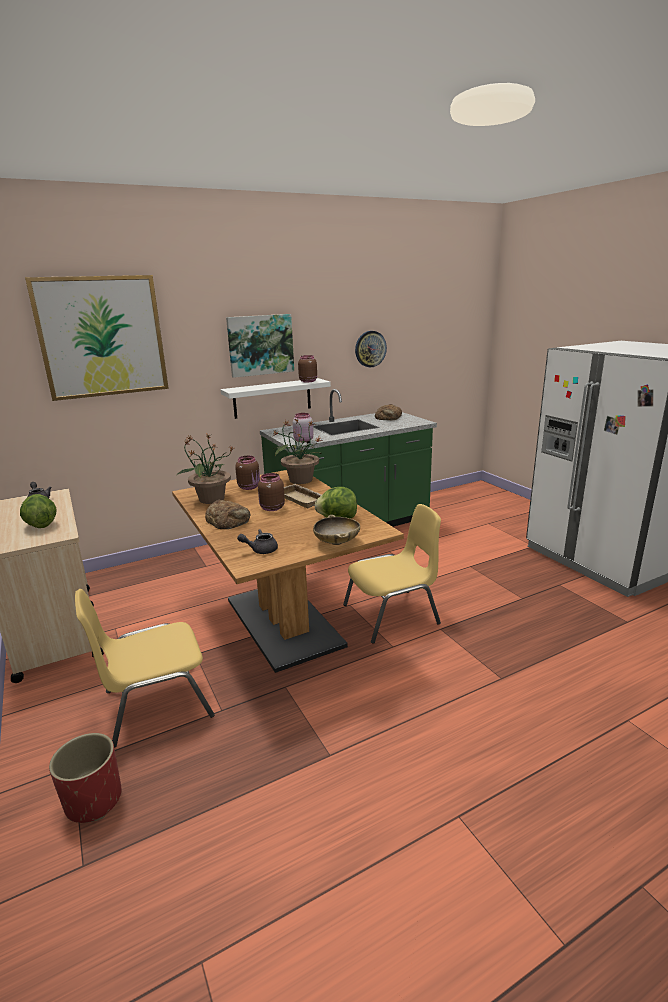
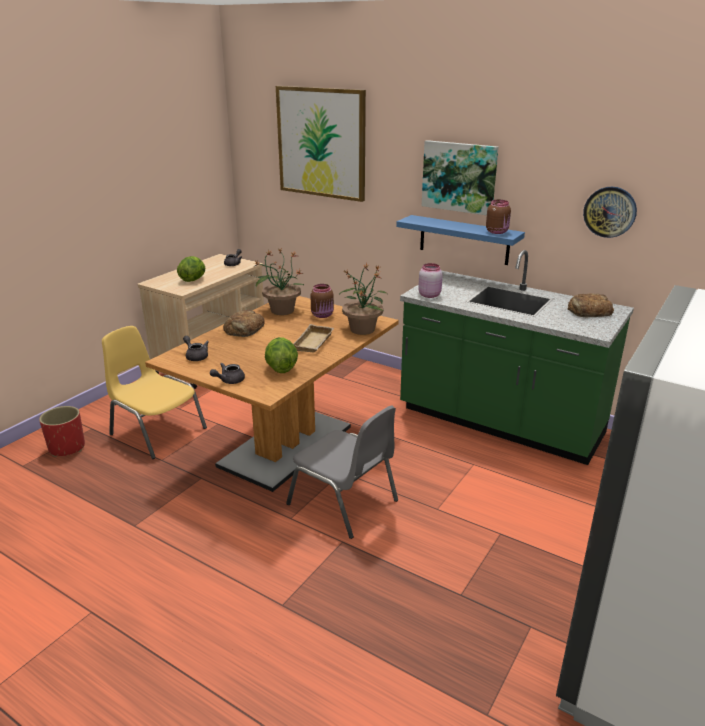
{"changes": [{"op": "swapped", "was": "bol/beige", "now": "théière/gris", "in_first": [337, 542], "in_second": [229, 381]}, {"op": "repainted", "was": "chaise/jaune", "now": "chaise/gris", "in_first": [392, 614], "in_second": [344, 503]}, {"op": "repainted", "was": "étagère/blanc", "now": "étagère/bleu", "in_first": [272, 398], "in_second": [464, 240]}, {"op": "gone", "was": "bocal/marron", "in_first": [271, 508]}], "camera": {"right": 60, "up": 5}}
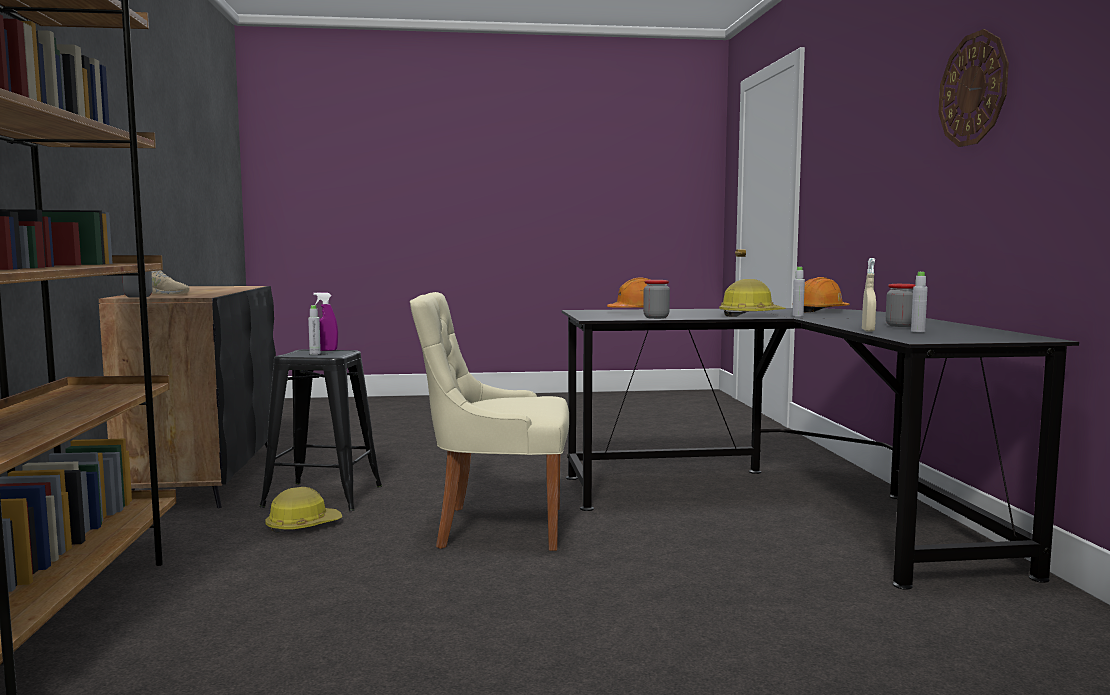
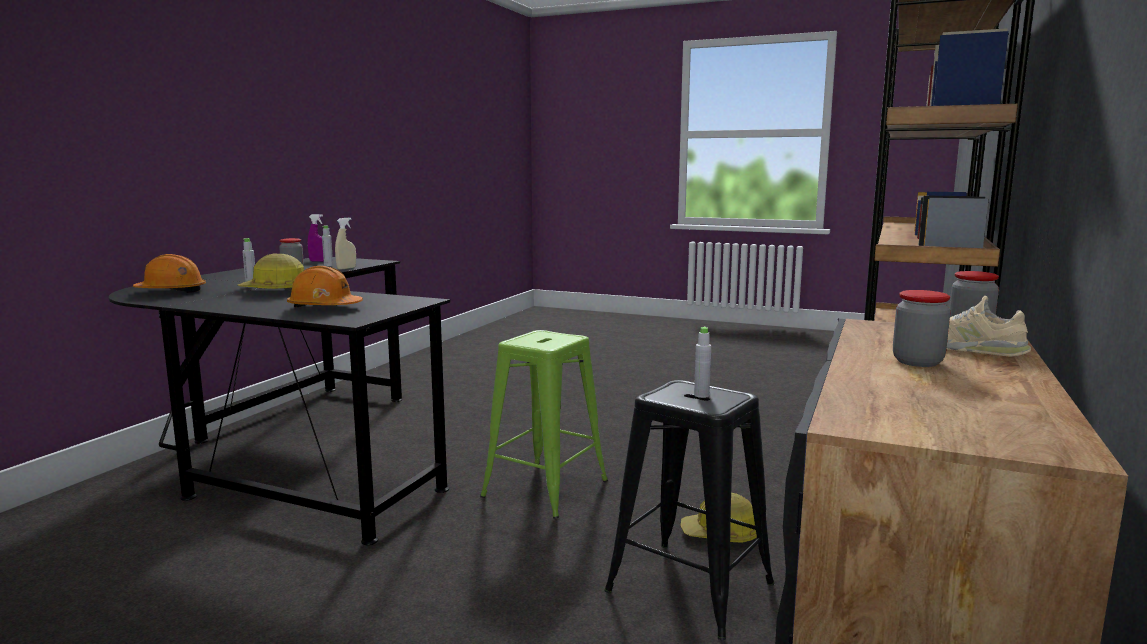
{"changes": [{"op": "shifted", "was": "vaporisateur/violet", "in_first": [325, 350], "in_second": [318, 261]}, {"op": "swapped", "was": "chaise/beige", "now": "tabouret/vert", "in_first": [495, 527], "in_second": [546, 488]}, {"op": "shifted", "was": "bocal", "in_first": [656, 317], "in_second": [917, 362]}, {"op": "gone", "was": "horloge murale", "in_first": [973, 89]}], "camera": {"right": -150, "up": 5}}
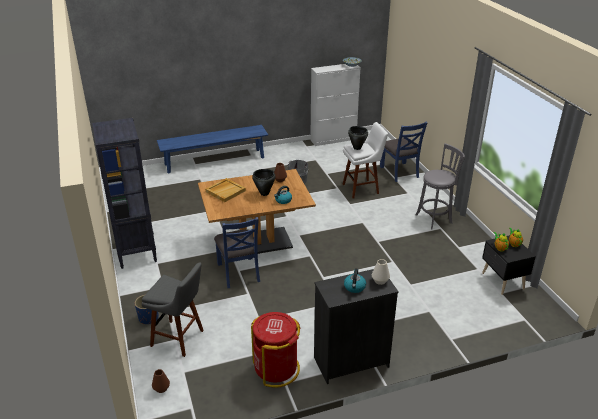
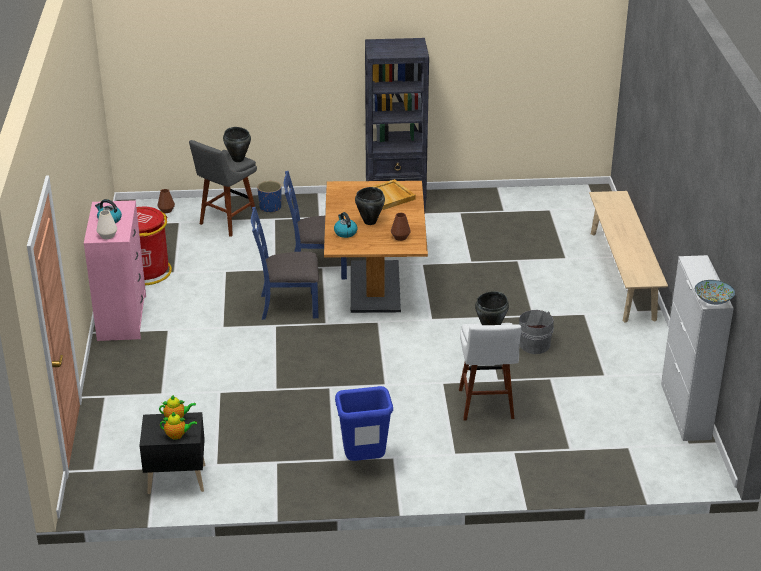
{"changes": [{"op": "repainted", "was": "commode/noir", "now": "commode/rose", "in_first": [351, 362], "in_second": [122, 318]}, {"op": "new", "now": "marmite/noir", "in_second": [238, 159]}, {"op": "shifted", "was": "chaise/bleu", "in_first": [400, 172], "in_second": [288, 305]}, {"op": "swapped", "was": "tabouret/gris", "now": "poubelle/bleu", "in_first": [435, 218], "in_second": [363, 462]}, {"op": "repainted", "was": "banc/bleu", "now": "banc/beige", "in_first": [215, 161], "in_second": [622, 275]}], "camera": {"right": 105, "up": 0}}
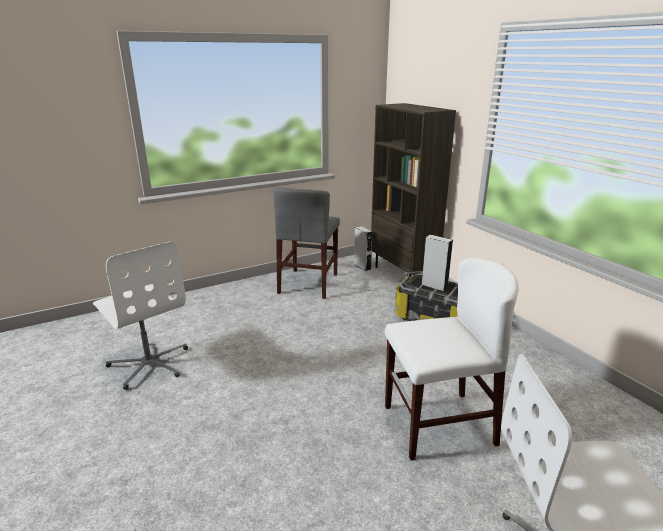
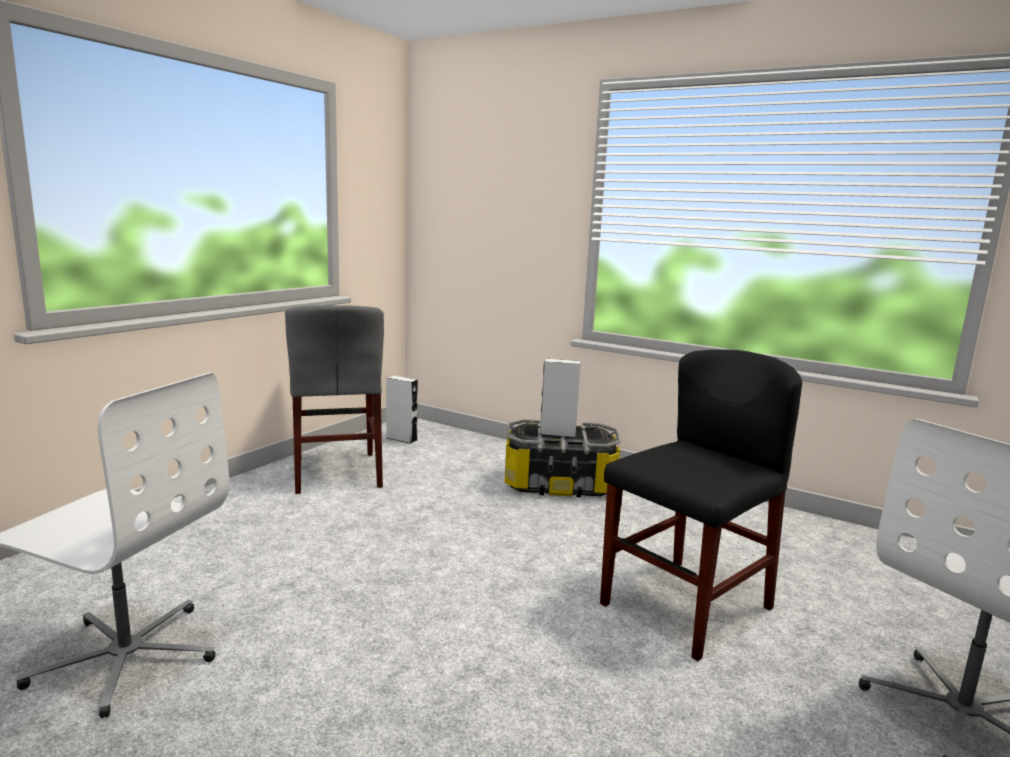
{"changes": [{"op": "repainted", "was": "chaise/blanc", "now": "chaise/noir", "in_first": [438, 424], "in_second": [686, 606]}, {"op": "gone", "was": "bibliothèque/marron", "in_first": [403, 275]}], "camera": {"right": -30, "up": -10}}
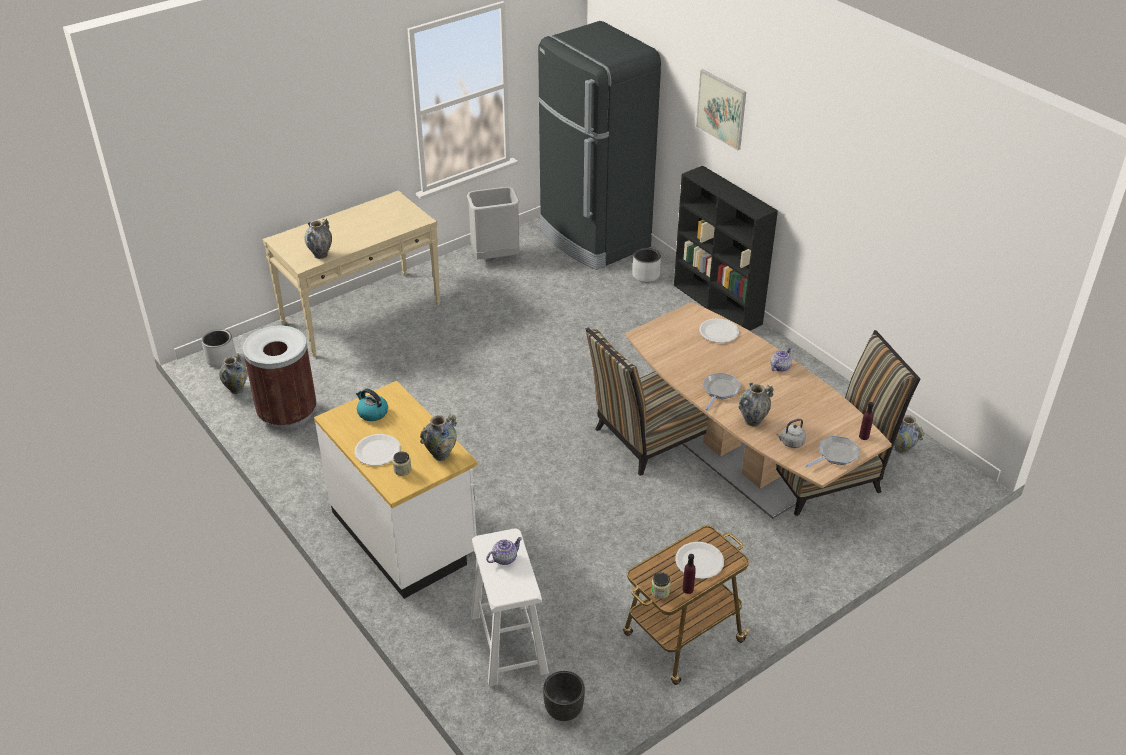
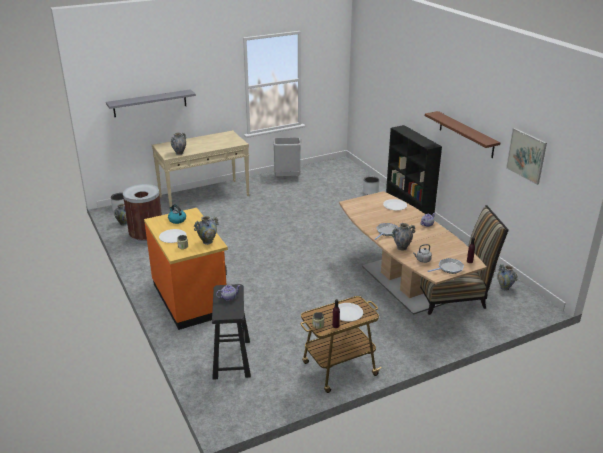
{"changes": [{"op": "new", "now": "étagère/gris", "in_second": [150, 103]}, {"op": "repainted", "was": "comptoir de cuisine/blanc", "now": "comptoir de cuisine/orange", "in_first": [405, 534], "in_second": [191, 298]}, {"op": "repainted", "was": "tabouret/blanc", "now": "tabouret/noir", "in_first": [508, 643], "in_second": [231, 359]}, {"op": "new", "now": "étagère/marron", "in_second": [466, 134]}, {"op": "shifted", "was": "tableau", "in_first": [721, 109], "in_second": [526, 155]}, {"op": "gone", "was": "réfrigérateur/noir", "in_first": [593, 239]}, {"op": "gone", "was": "cache-pot/noir", "in_first": [564, 711]}, {"op": "gone", "was": "chaise", "in_first": [648, 438]}], "camera": {"right": 10, "up": -10}}
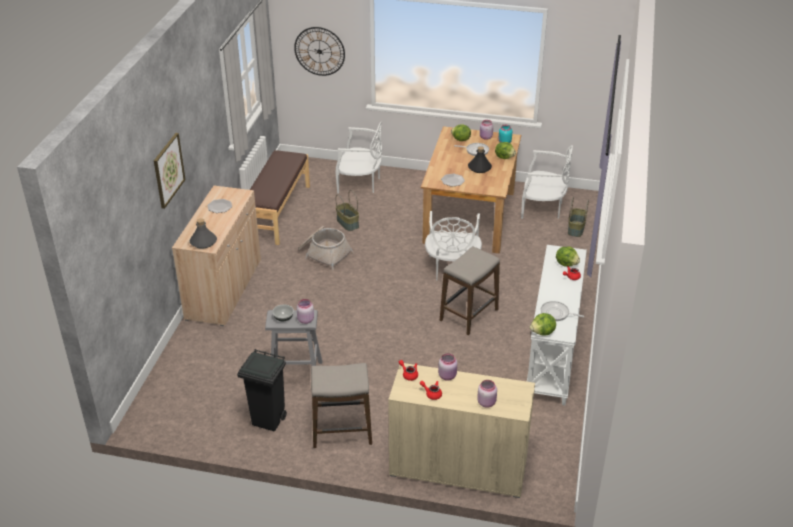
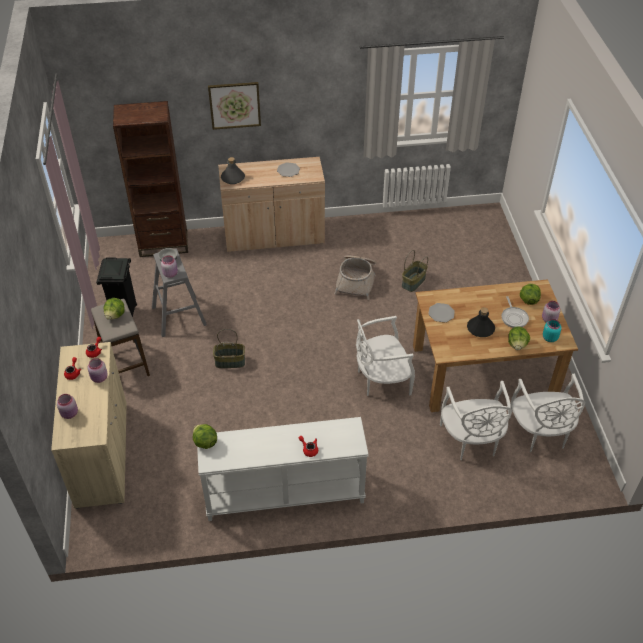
{"changes": [{"op": "shifted", "was": "laitue", "in_first": [566, 264], "in_second": [115, 315]}, {"op": "new", "now": "bibliothèque/marron", "in_second": [163, 244]}, {"op": "shifted", "was": "panier", "in_first": [575, 229], "in_second": [230, 361]}, {"op": "shifted", "was": "chaise/blanc", "in_first": [360, 184], "in_second": [471, 440]}, {"op": "gone", "was": "banc/marron", "in_first": [277, 212]}, {"op": "gone", "was": "horloge murale", "in_first": [319, 51]}, {"op": "gone", "was": "tabouret", "in_first": [469, 315]}, {"op": "gone", "was": "poêle", "in_first": [556, 313]}], "camera": {"right": 70, "up": 10}}
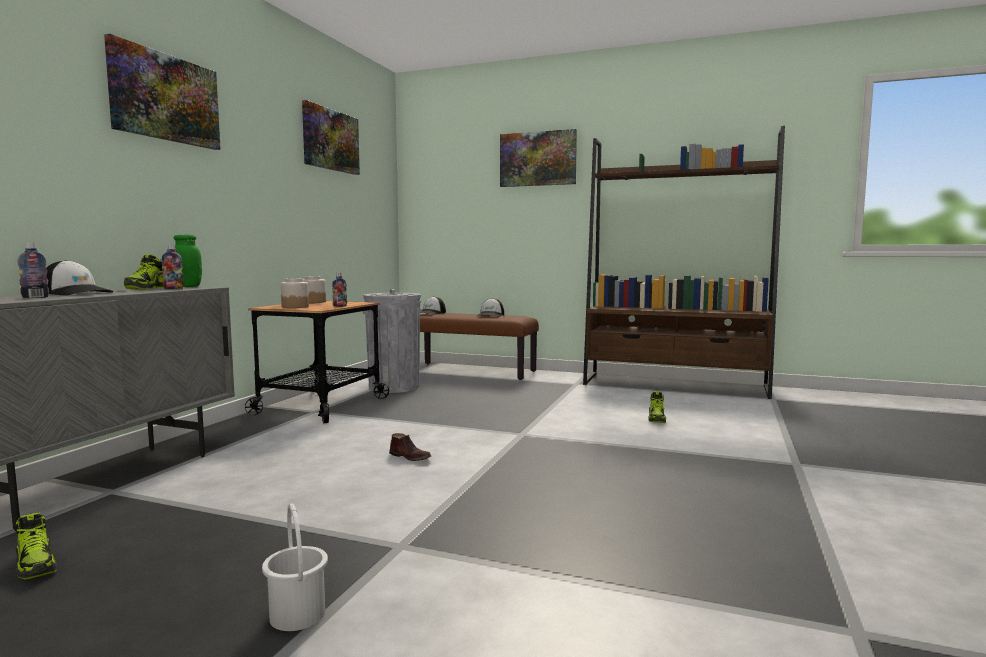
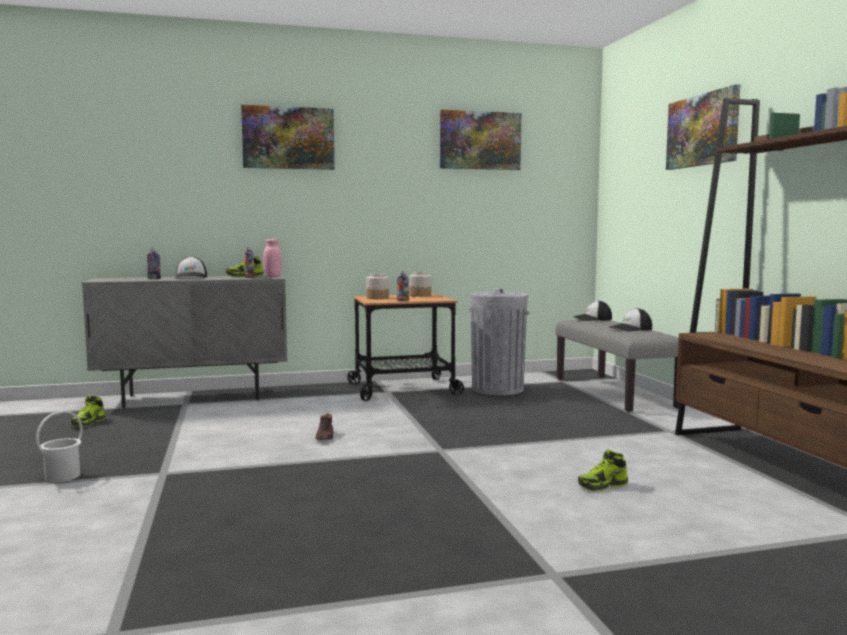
{"changes": [{"op": "repainted", "was": "bocal/vert", "now": "bocal/rose", "in_first": [187, 286], "in_second": [272, 276]}, {"op": "repainted", "was": "banc/marron", "now": "banc/gris", "in_first": [471, 371], "in_second": [614, 392]}], "camera": {"right": 55, "up": 0}}
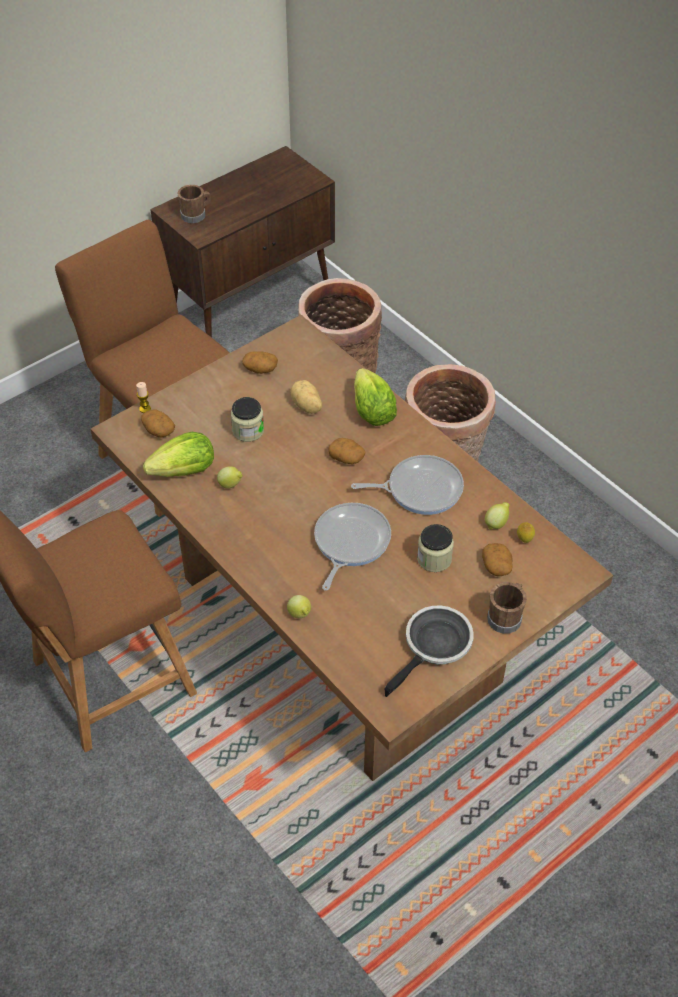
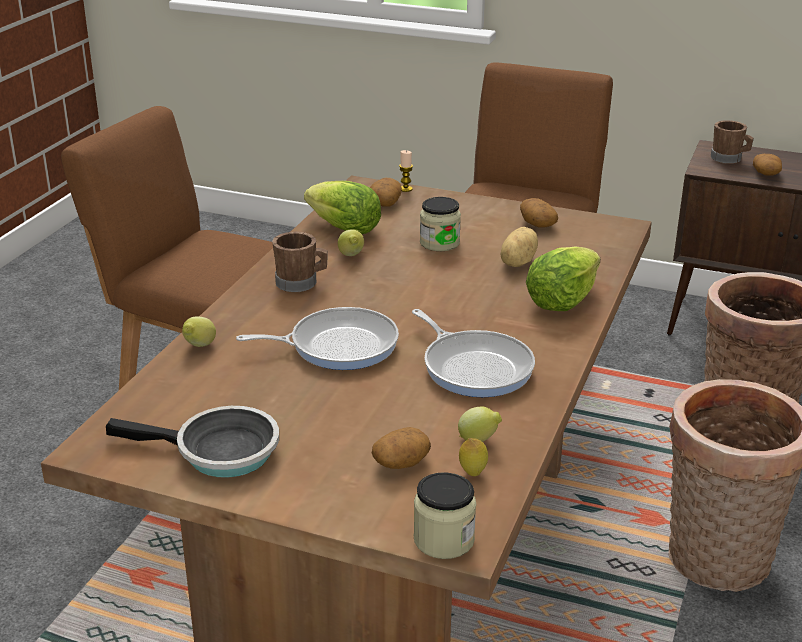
{"changes": [{"op": "shifted", "was": "mug/marron", "in_first": [506, 616], "in_second": [301, 283]}, {"op": "shifted", "was": "bocal", "in_first": [434, 559], "in_second": [444, 540]}, {"op": "shifted", "was": "pomme de terre", "in_first": [347, 458], "in_second": [766, 174]}], "camera": {"right": 60, "up": -20}}
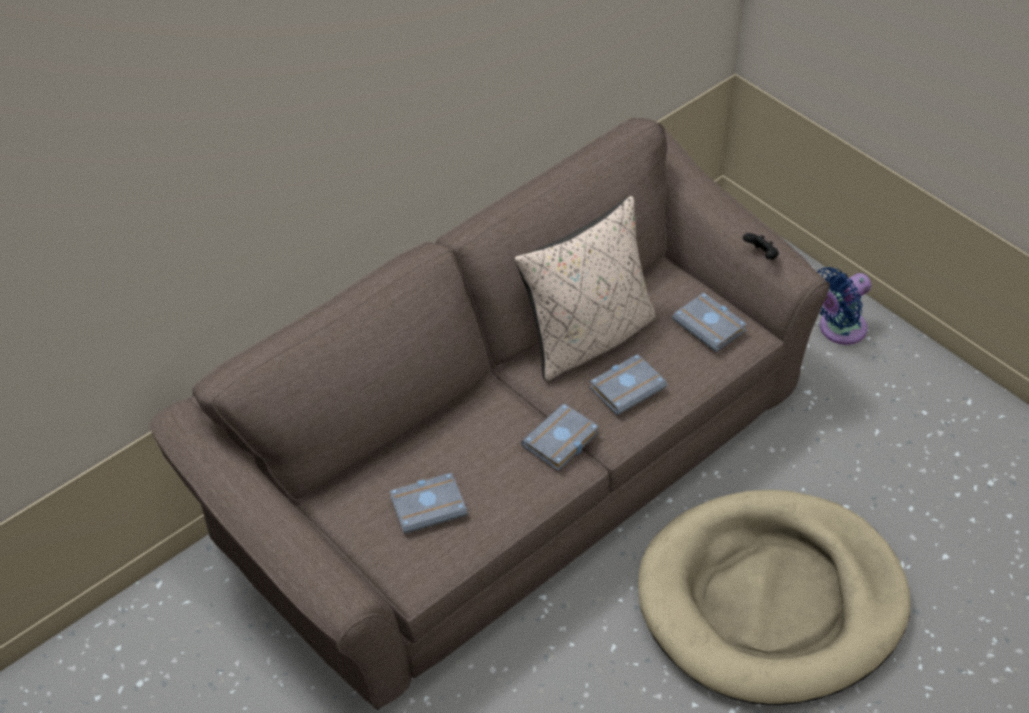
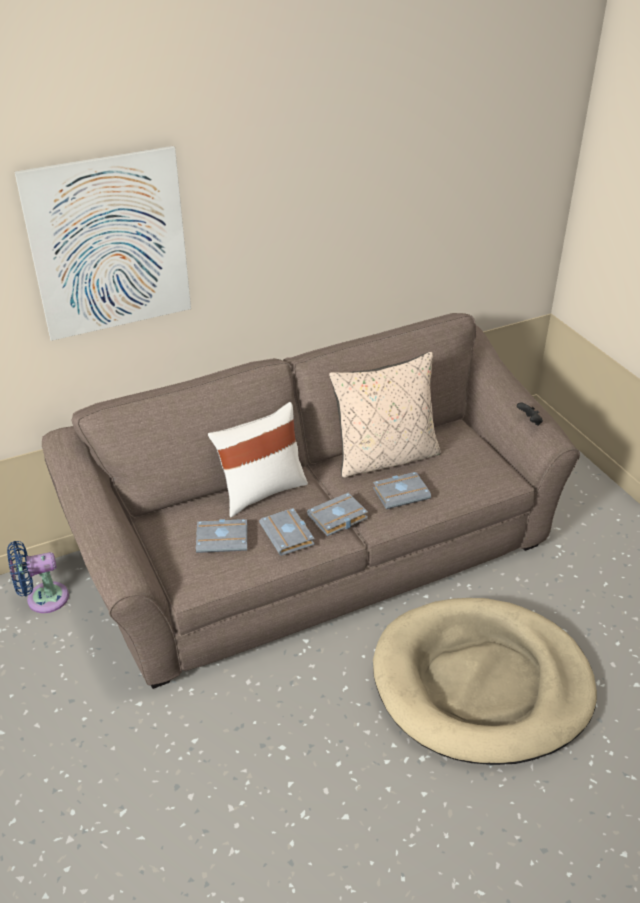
{"changes": [{"op": "shifted", "was": "ventilateur/bleu", "in_first": [838, 329], "in_second": [43, 599]}, {"op": "new", "now": "tableau", "in_second": [109, 245]}, {"op": "new", "now": "coussin/blanc", "in_second": [261, 491]}, {"op": "shifted", "was": "livre/gris", "in_first": [711, 326], "in_second": [289, 535]}], "camera": {"right": 15, "up": -10}}
